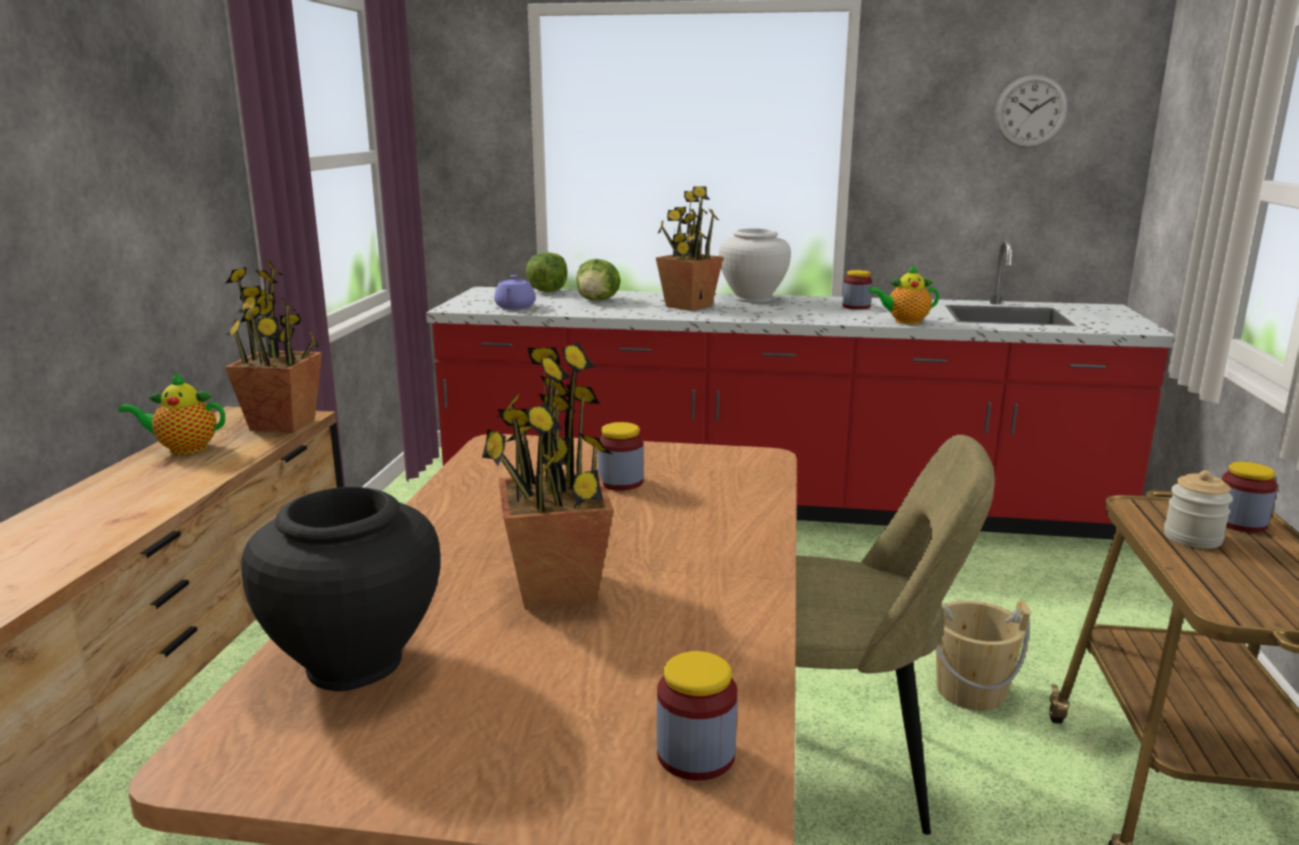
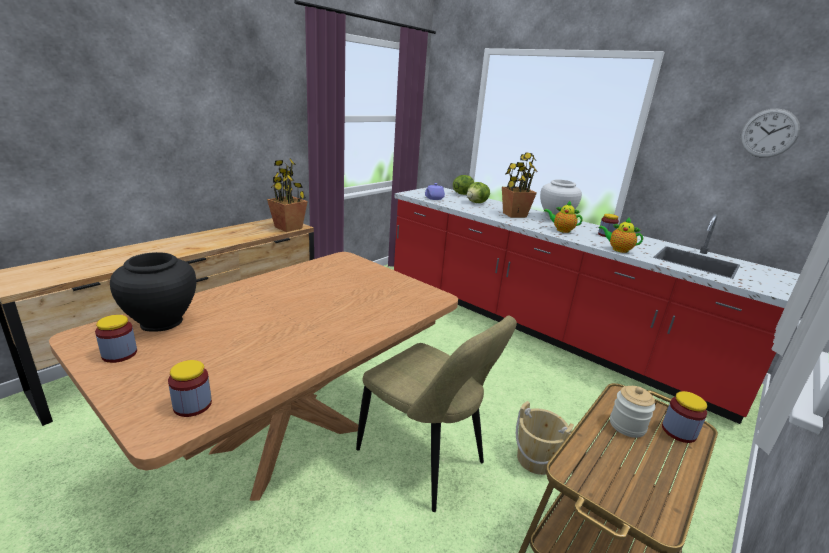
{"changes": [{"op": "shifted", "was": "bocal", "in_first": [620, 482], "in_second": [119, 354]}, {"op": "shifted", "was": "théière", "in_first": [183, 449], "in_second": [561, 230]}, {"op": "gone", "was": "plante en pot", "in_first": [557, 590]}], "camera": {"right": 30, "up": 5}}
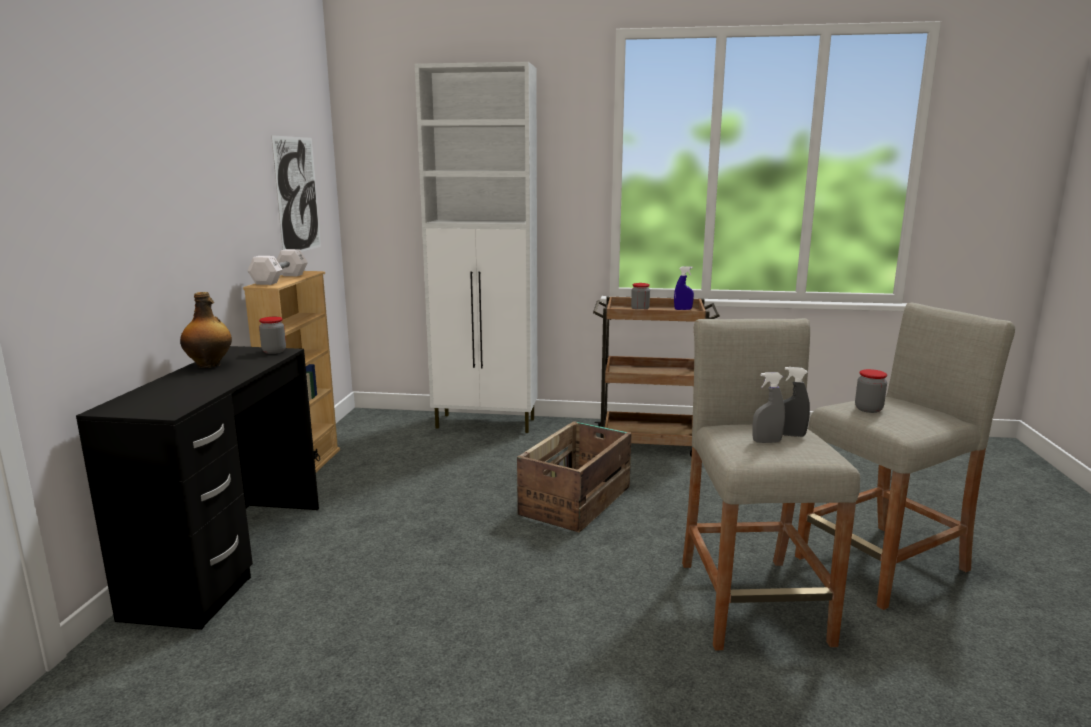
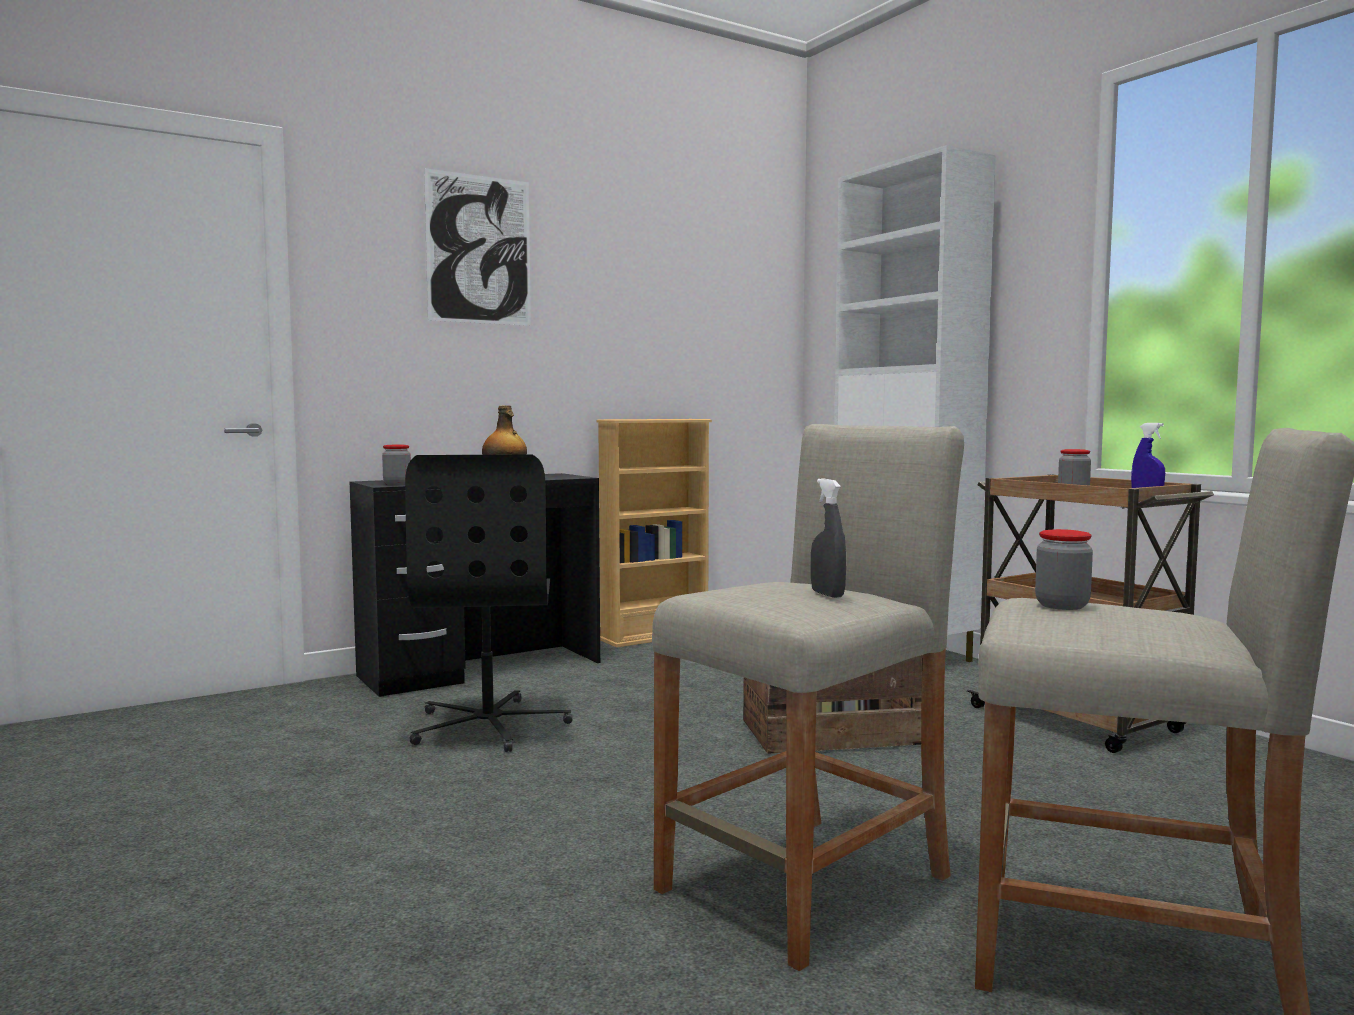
{"changes": [{"op": "shifted", "was": "bocal", "in_first": [274, 351], "in_second": [397, 484]}, {"op": "new", "now": "chaise de bureau/noir", "in_second": [489, 725]}, {"op": "shifted", "was": "tableau", "in_first": [297, 195], "in_second": [479, 249]}, {"op": "gone", "was": "haltère/blanc", "in_first": [280, 279]}, {"op": "gone", "was": "vaporisateur/gris", "in_first": [766, 441]}], "camera": {"right": 50, "up": -10}}
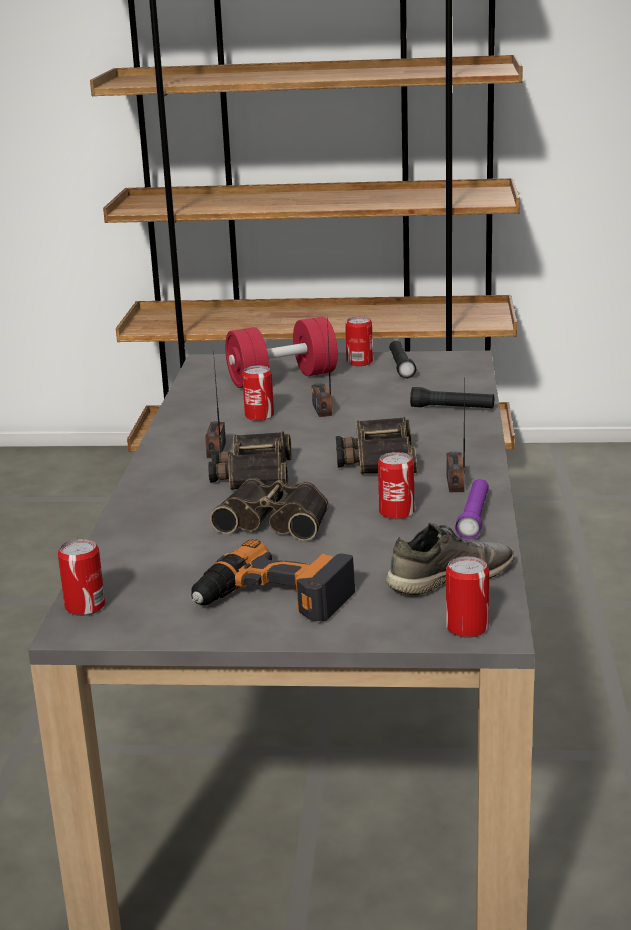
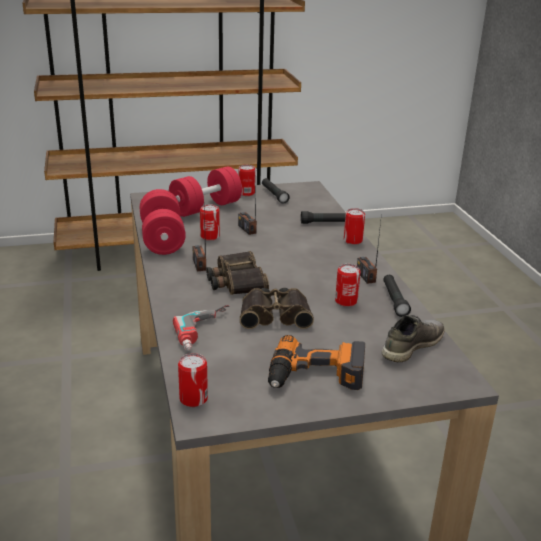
{"changes": [{"op": "new", "now": "haltère/rouge", "in_second": [162, 239]}, {"op": "new", "now": "perceuse", "in_second": [207, 332]}, {"op": "shifted", "was": "boîte métallique", "in_first": [467, 627], "in_second": [353, 241]}, {"op": "repainted", "was": "lampe de poche/violet", "now": "lampe de poche/noir", "in_first": [474, 517], "in_second": [394, 300]}, {"op": "gone", "was": "jumelles", "in_first": [377, 459]}], "camera": {"right": -20, "up": 5}}
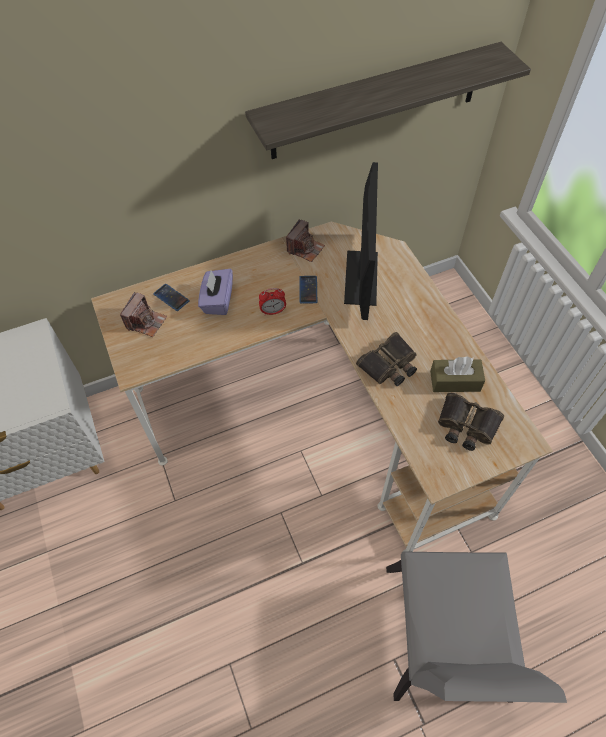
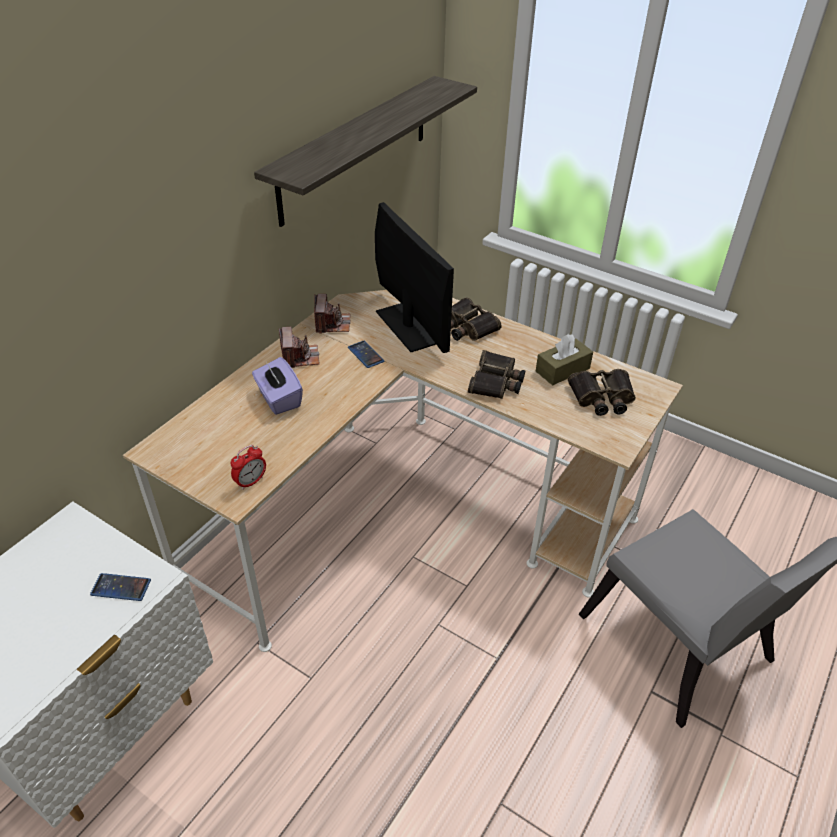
{"changes": [{"op": "shifted", "was": "téléphone", "in_first": [171, 297], "in_second": [121, 587]}, {"op": "shifted", "was": "réveil", "in_first": [273, 311], "in_second": [251, 482]}, {"op": "shifted", "was": "appareil photo", "in_first": [146, 322], "in_second": [300, 357]}, {"op": "new", "now": "jumelles", "in_second": [466, 327]}], "camera": {"right": -35, "up": -15}}
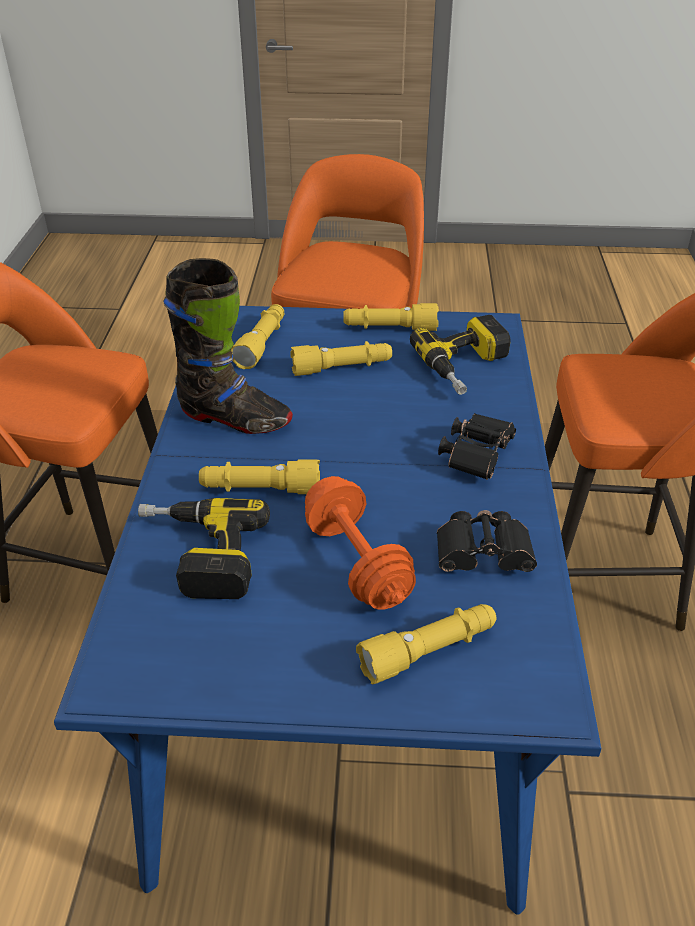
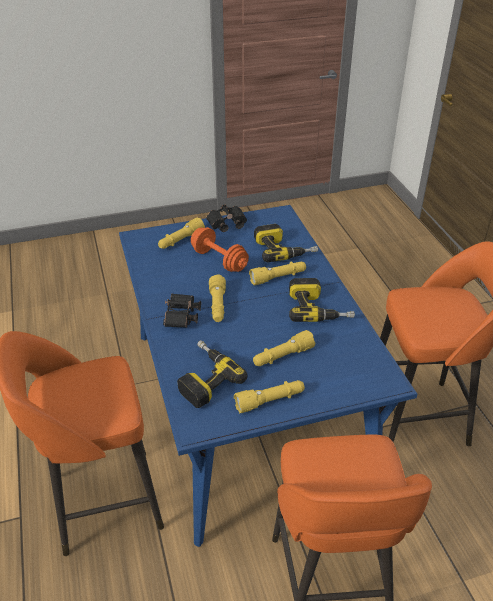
{"changes": [{"op": "shifted", "was": "jumelles/noir", "in_first": [485, 557], "in_second": [226, 225]}, {"op": "shifted", "was": "lampe de poche/jaune", "in_first": [262, 344], "in_second": [217, 306]}, {"op": "swapped", "was": "botte/noir", "now": "perceuse", "in_first": [234, 419], "in_second": [318, 308]}], "camera": {"right": 160, "up": 0}}
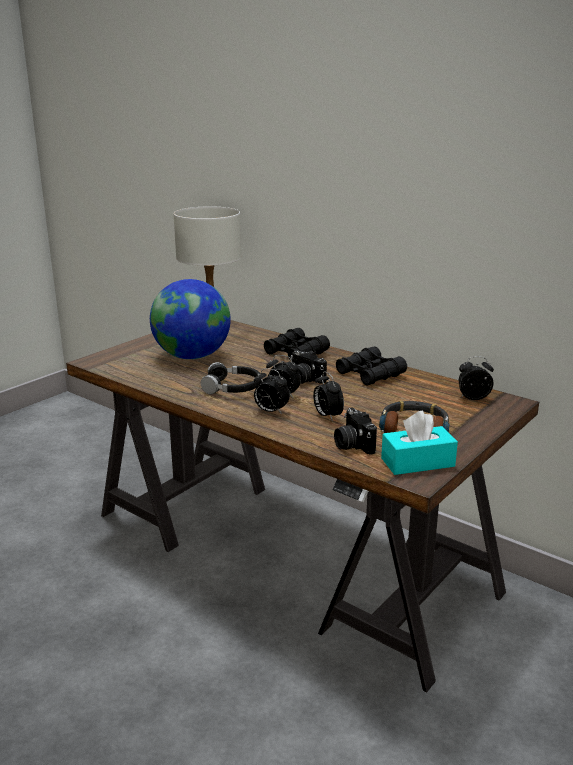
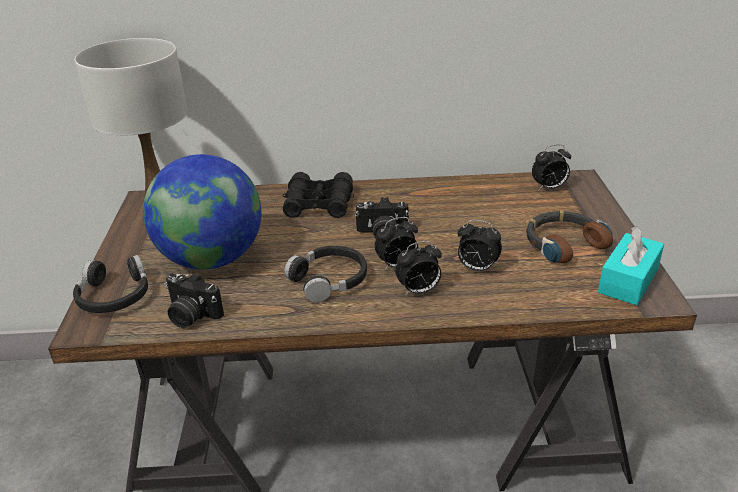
{"changes": [{"op": "new", "now": "casque audio/noir", "in_second": [115, 295]}, {"op": "shifted", "was": "appareil photo", "in_first": [352, 445], "in_second": [191, 315]}, {"op": "rotated", "was": "réveil", "in_first": [473, 398], "in_second": [549, 188], "clockwise": -150}, {"op": "gone", "was": "jumelles/noir", "in_first": [370, 374]}], "camera": {"right": -40, "up": 10}}
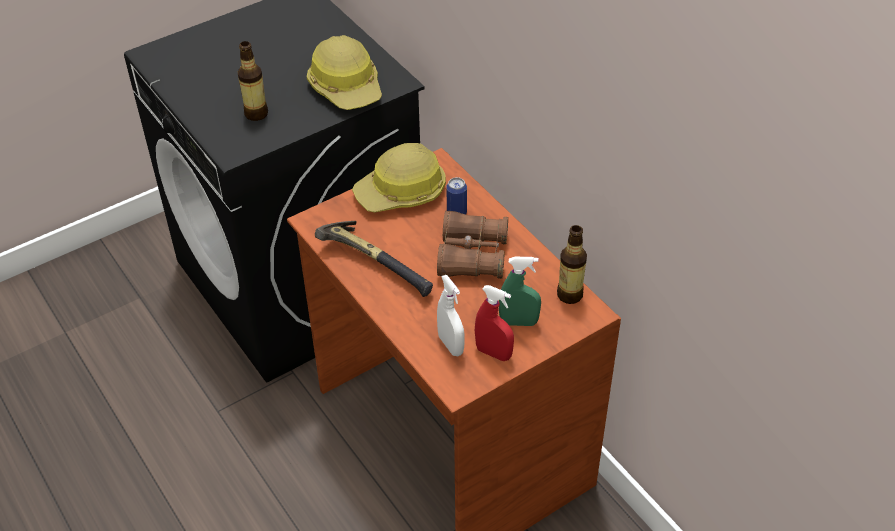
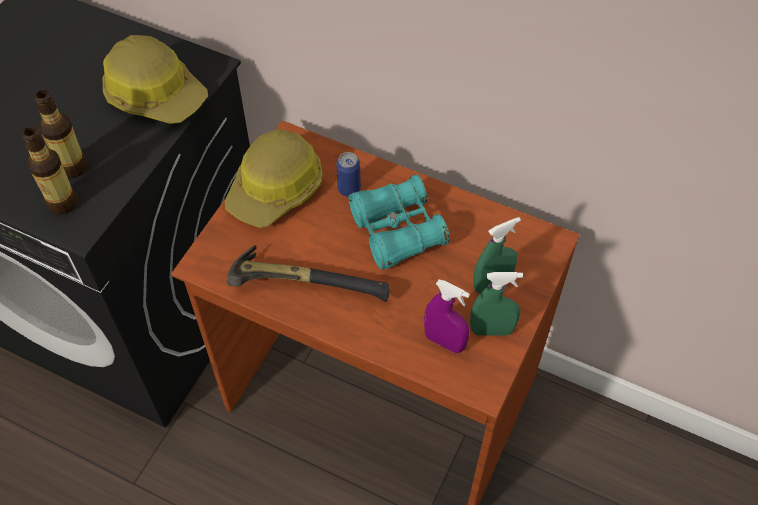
{"changes": [{"op": "shifted", "was": "bouteille", "in_first": [569, 295], "in_second": [62, 203]}, {"op": "repainted", "was": "jumelles/marron", "now": "jumelles/turquoise", "in_first": [472, 256], "in_second": [397, 231]}, {"op": "repainted", "was": "vaporisateur/blanc", "now": "vaporisateur/violet", "in_first": [450, 345], "in_second": [444, 342]}, {"op": "repainted", "was": "vaporisateur/rouge", "now": "vaporisateur/vert", "in_first": [493, 353], "in_second": [491, 330]}], "camera": {"right": -30, "up": 10}}
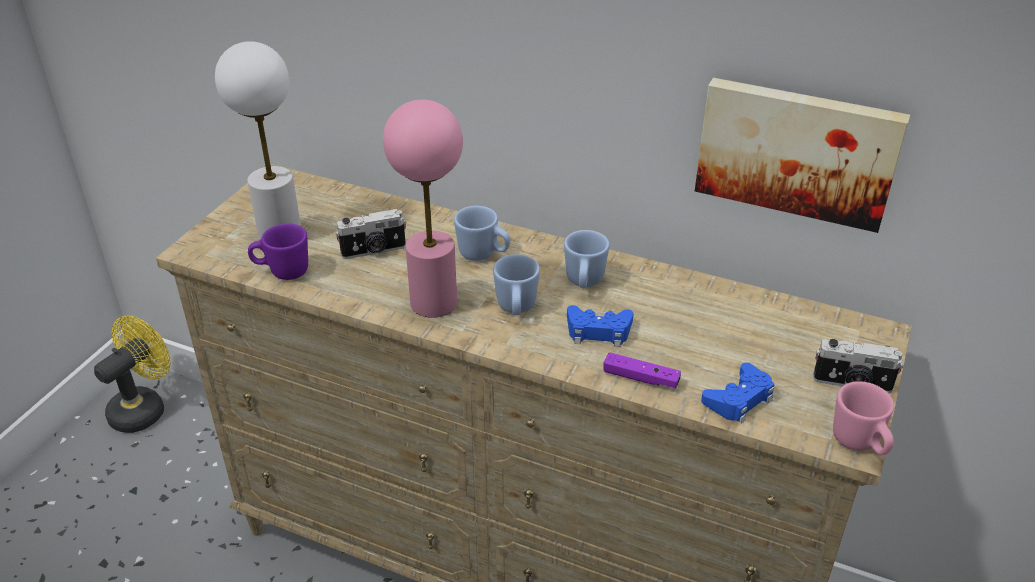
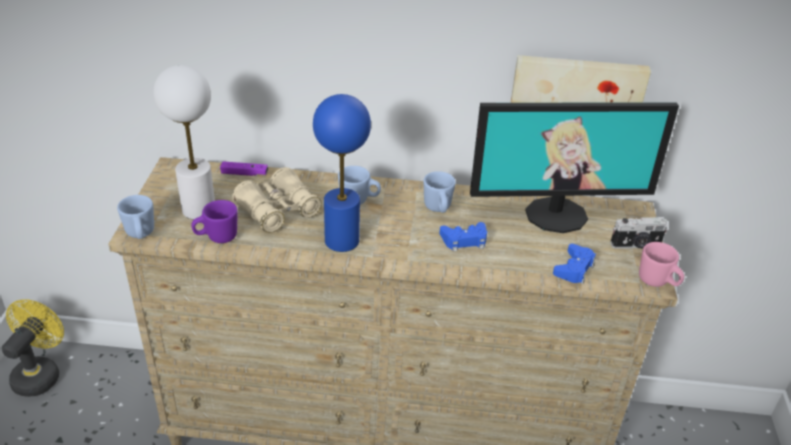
{"changes": [{"op": "shifted", "was": "mug/bleu", "in_first": [516, 309], "in_second": [140, 235]}, {"op": "shifted", "was": "manette/violet", "in_first": [641, 378], "in_second": [244, 173]}, {"op": "swapped", "was": "appareil photo", "now": "jumelles/beige", "in_first": [374, 251], "in_second": [278, 211]}, {"op": "repainted", "was": "lampe de table/rose", "now": "lampe de table/bleu", "in_first": [434, 303], "in_second": [342, 241]}, {"op": "new", "now": "écran d'ordinateur", "in_second": [556, 214]}], "camera": {"right": -20, "up": 0}}
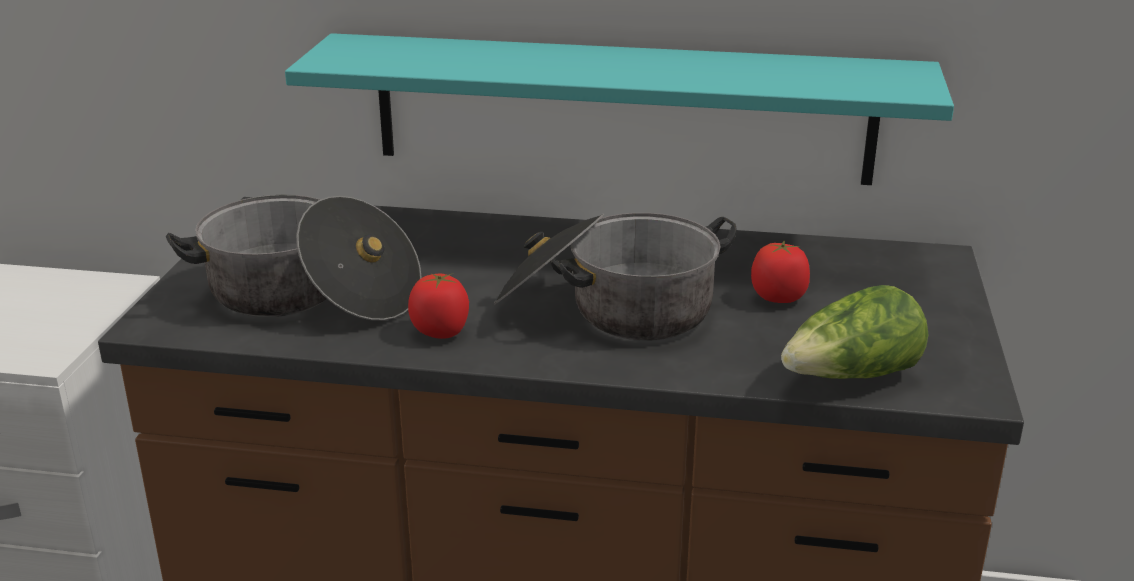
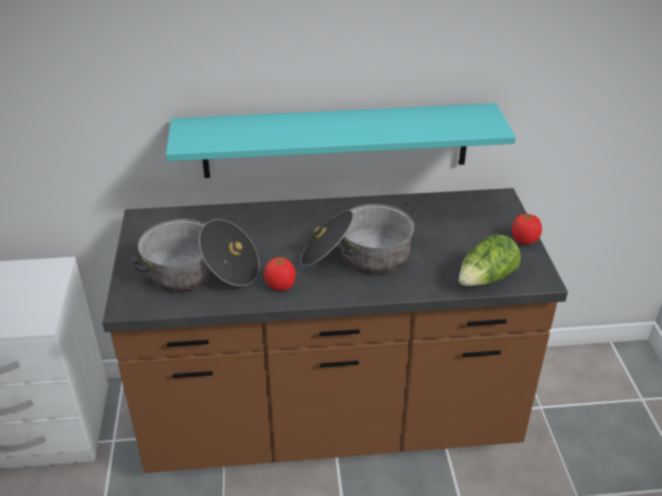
{"changes": [{"op": "shifted", "was": "tomate", "in_first": [778, 298], "in_second": [524, 240]}], "camera": {"right": -15, "up": 10}}
